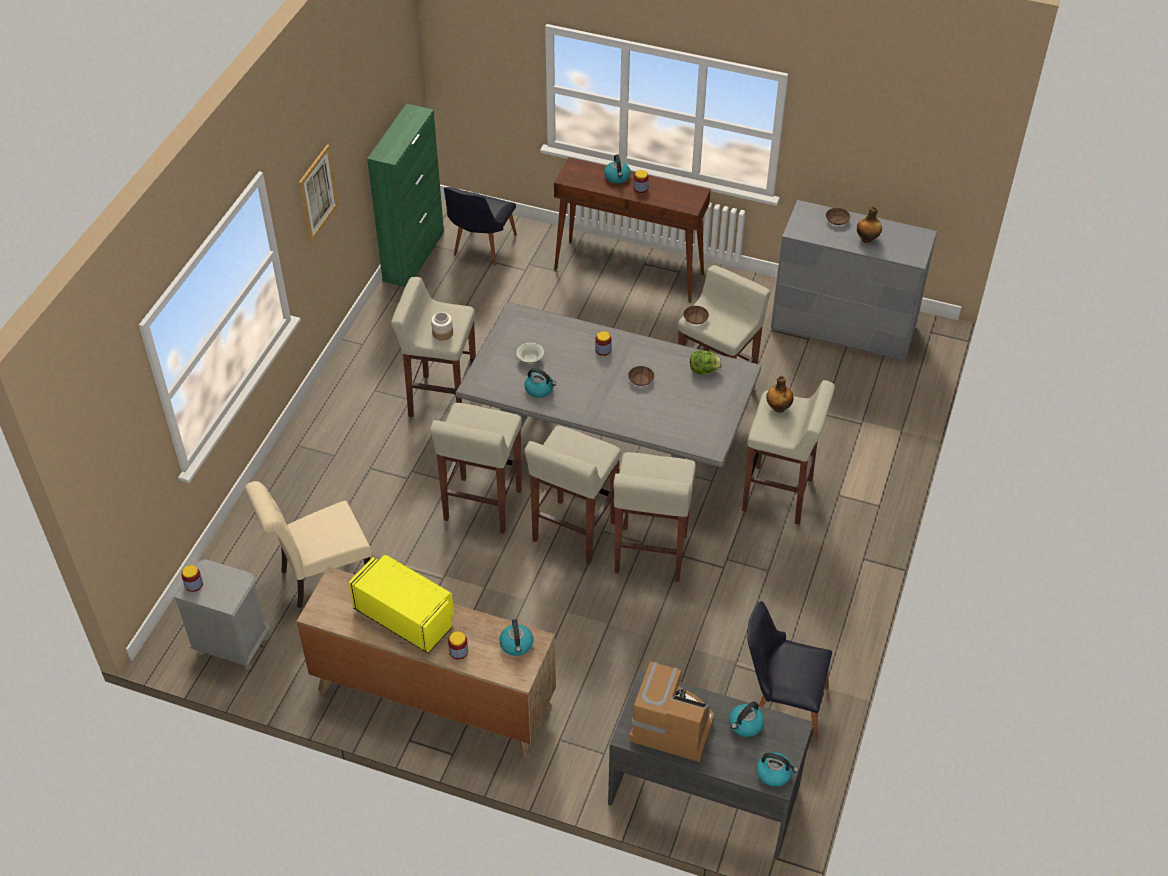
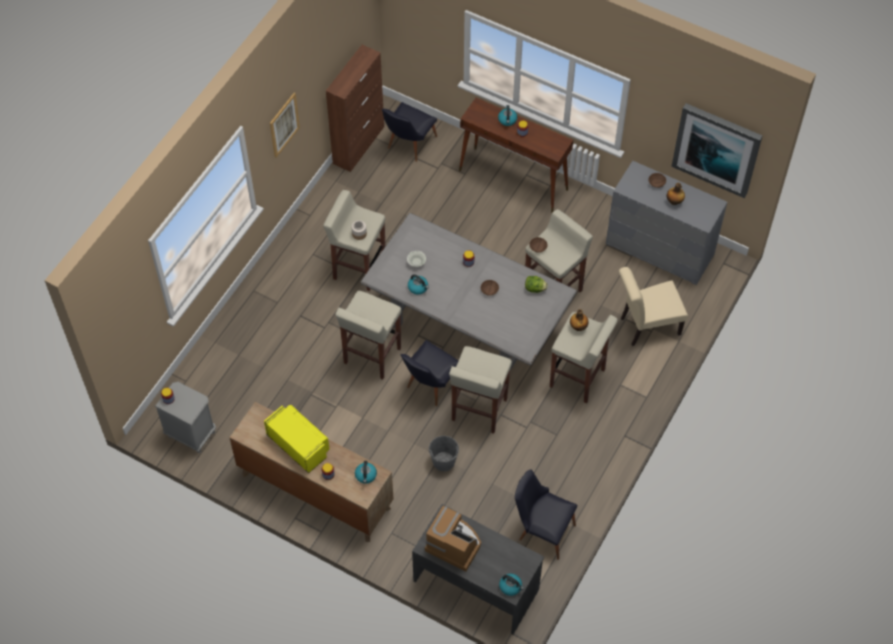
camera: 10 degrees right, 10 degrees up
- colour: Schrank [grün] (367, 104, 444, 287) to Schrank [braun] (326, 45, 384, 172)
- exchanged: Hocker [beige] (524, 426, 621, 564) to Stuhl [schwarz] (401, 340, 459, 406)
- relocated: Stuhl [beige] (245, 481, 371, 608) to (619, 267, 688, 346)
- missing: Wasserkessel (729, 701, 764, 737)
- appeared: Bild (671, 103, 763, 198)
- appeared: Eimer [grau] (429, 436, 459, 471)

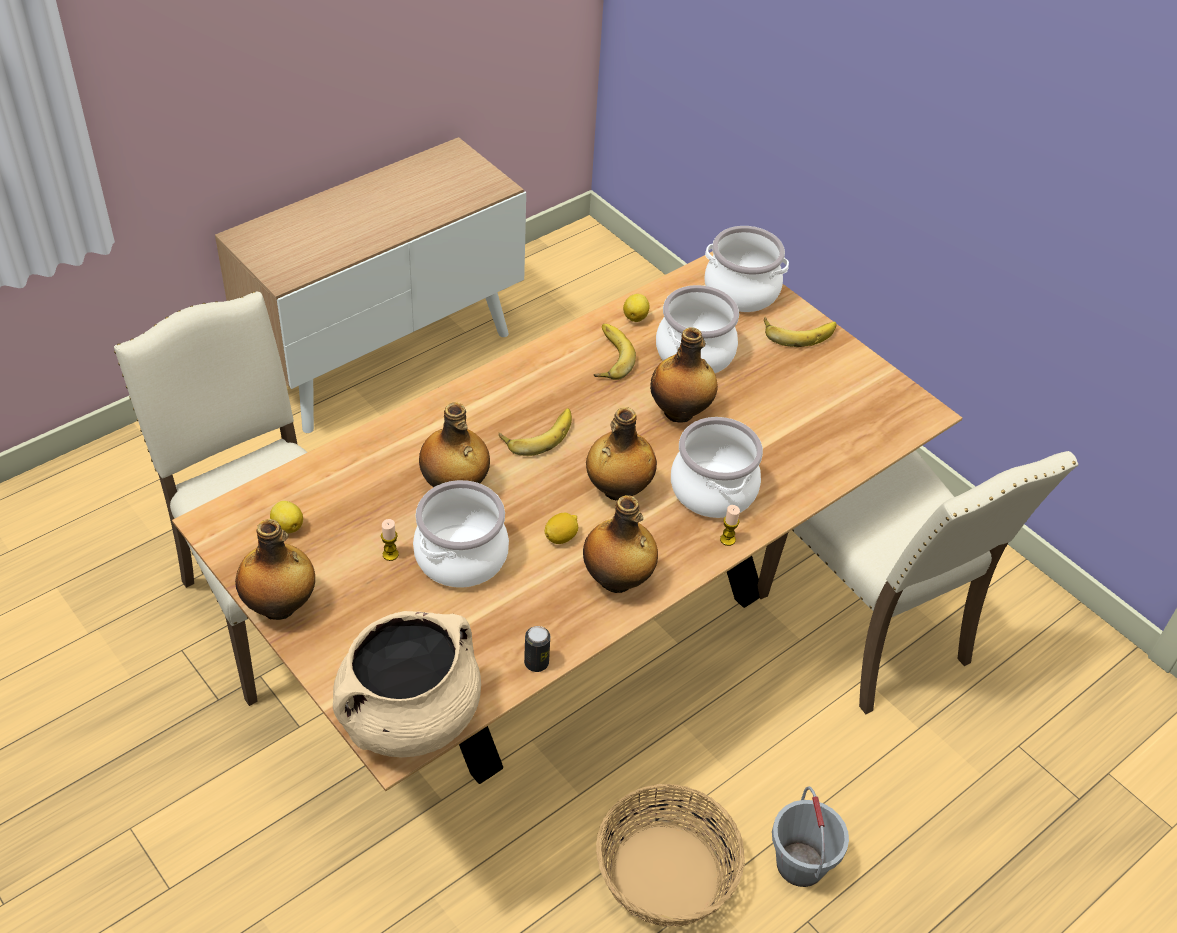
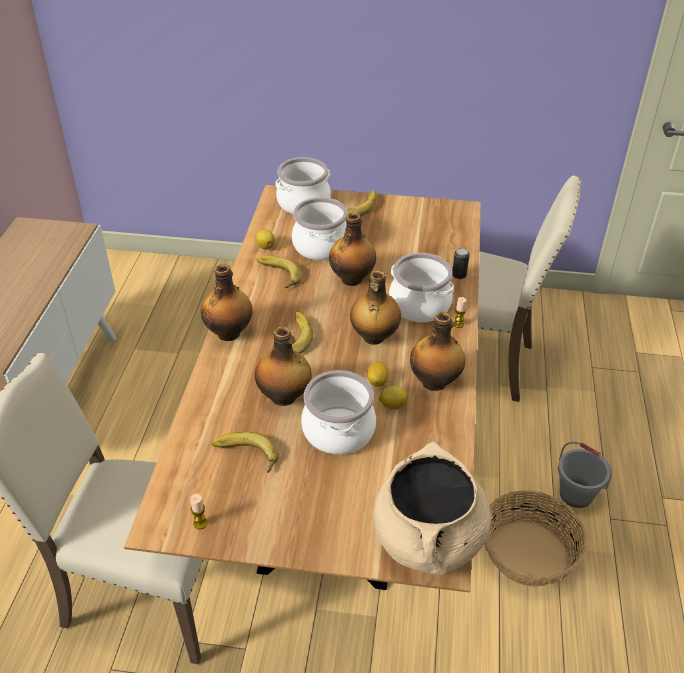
camera: 40 degrees left, 5 degrees down
- relocated: Zitrone (270, 501, 303, 533) to (378, 386, 408, 410)
- relocated: Flasche (235, 519, 315, 620) to (201, 264, 253, 341)
- relocated: Kerze (381, 519, 399, 561) to (190, 494, 207, 529)
- relocated: Dose (524, 626, 550, 672) to (452, 248, 470, 279)
- appeared: Banane (212, 432, 279, 473)

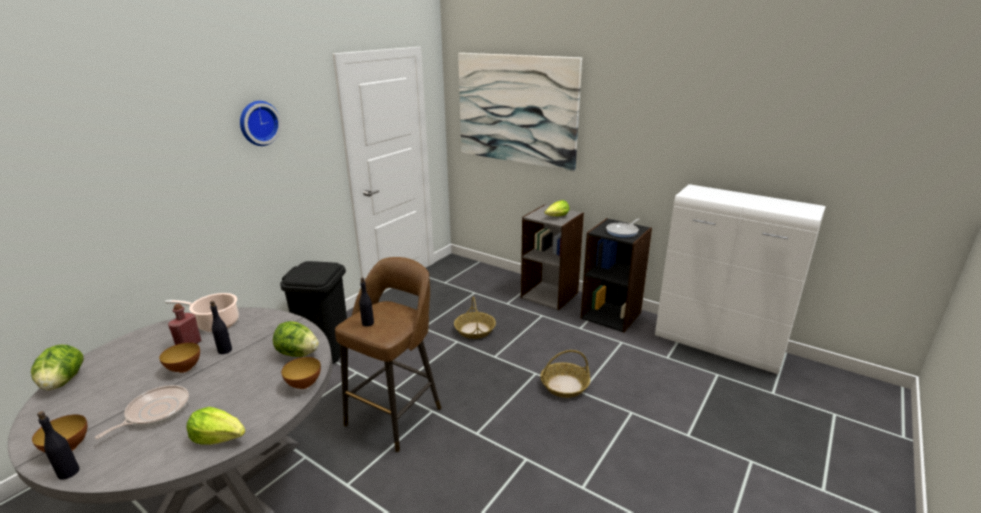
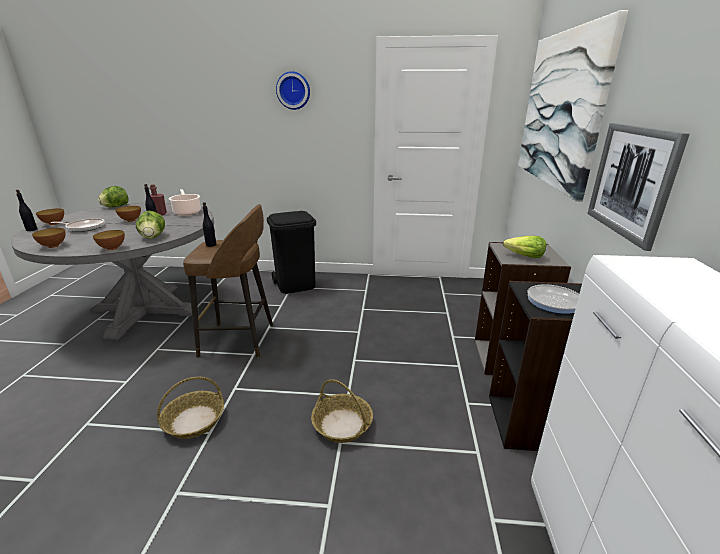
camera: 60 degrees right, 0 degrees up
- relocated: Korb (454, 297, 496, 339) to (157, 377, 224, 439)
- exchanged: Salatkopf (186, 407, 246, 445) to Schüssel (32, 228, 66, 248)
- appeared: Bild (587, 123, 690, 251)

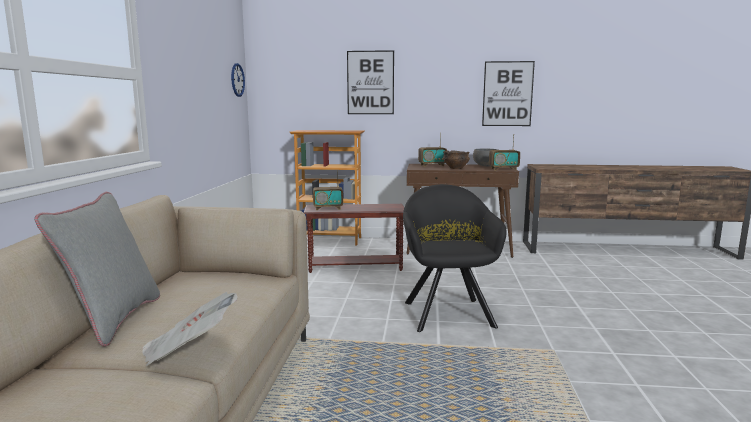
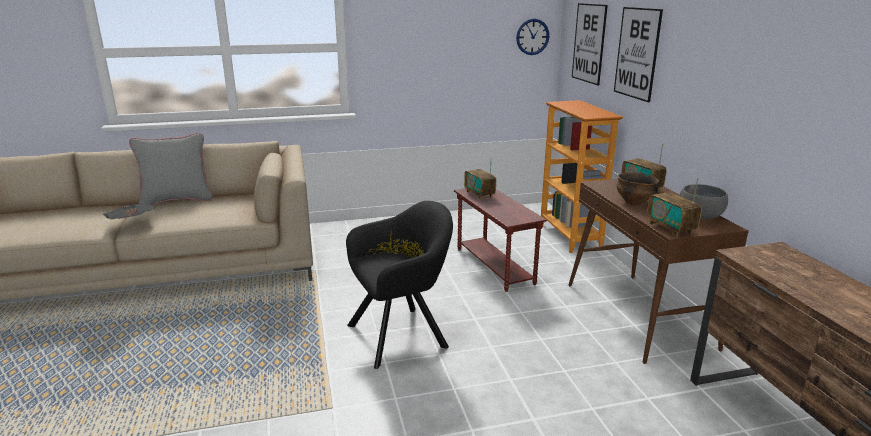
camera: 70 degrees right, 10 degrees up
- relocated: Bild (482, 61, 535, 126) to (572, 3, 608, 85)

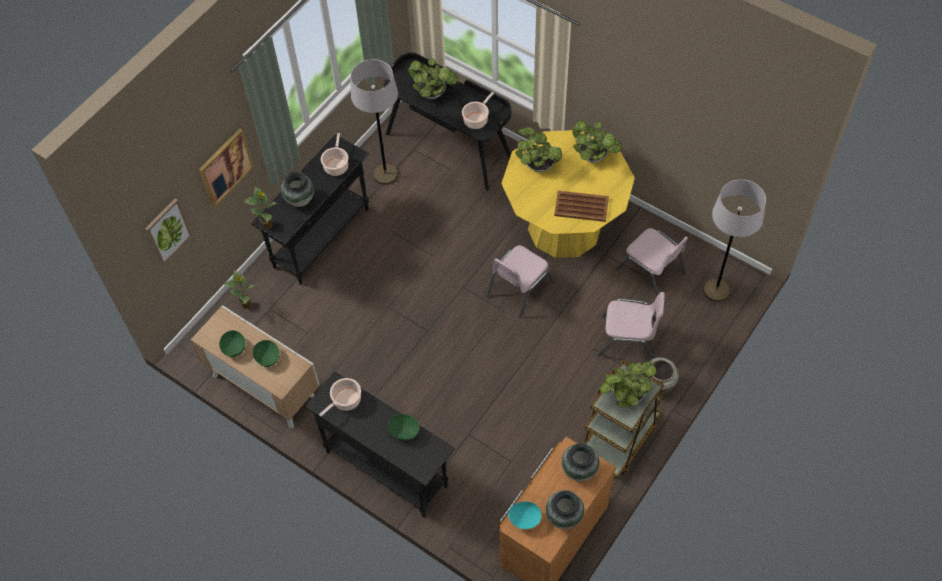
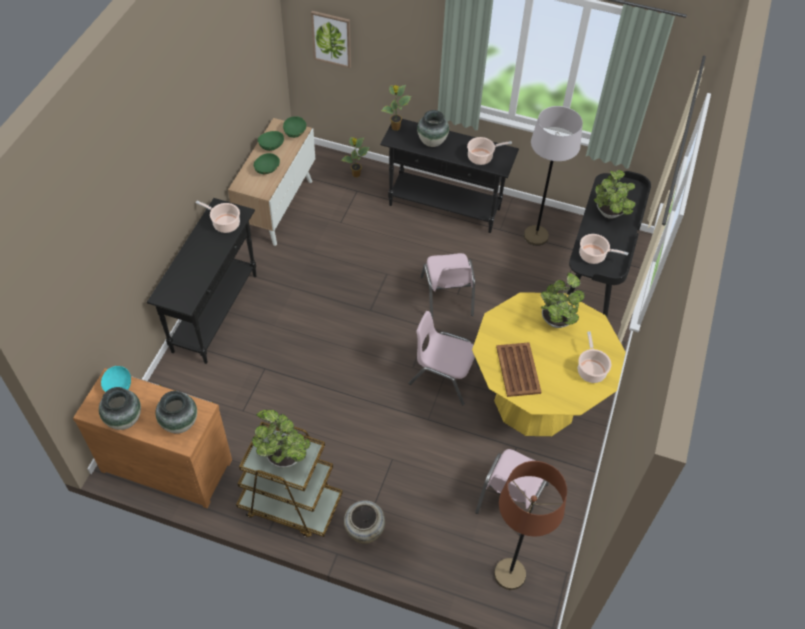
camera: 70 degrees right, 5 degrees down
- exchanged: Topfpflanze (572, 121, 622, 163) to Kochtopf (578, 332, 611, 383)
- missing: Bild (199, 128, 254, 207)
- colour: Stehlampe [grau] (703, 179, 766, 302) to Stehlampe [braun] (494, 461, 567, 590)
- relocated: Stuhl [rosa] (598, 292, 664, 359) to (421, 253, 475, 319)
- relocated: Schüssel [grün] (388, 414, 419, 440) to (283, 116, 307, 138)

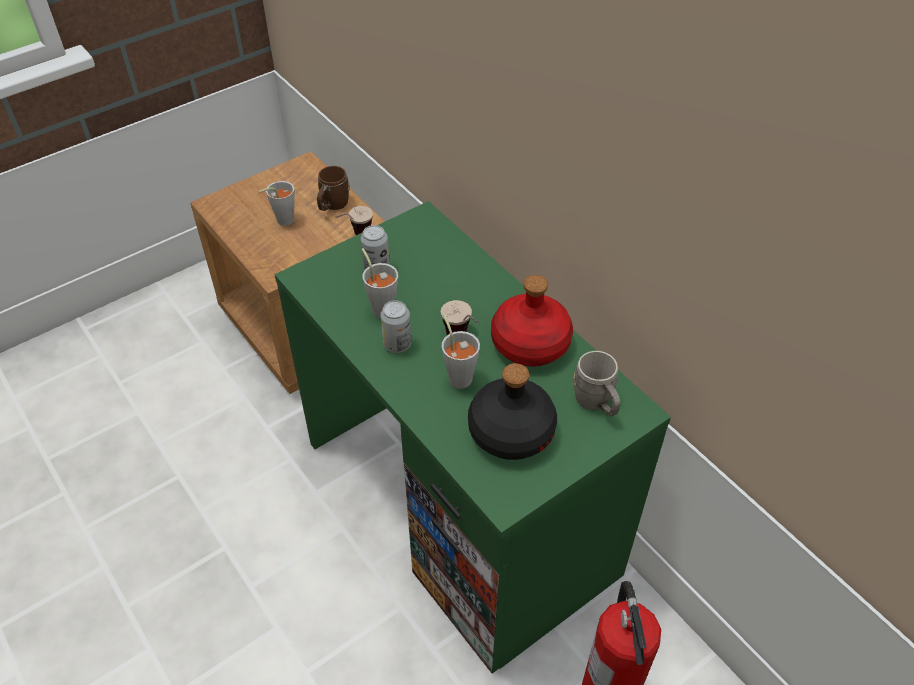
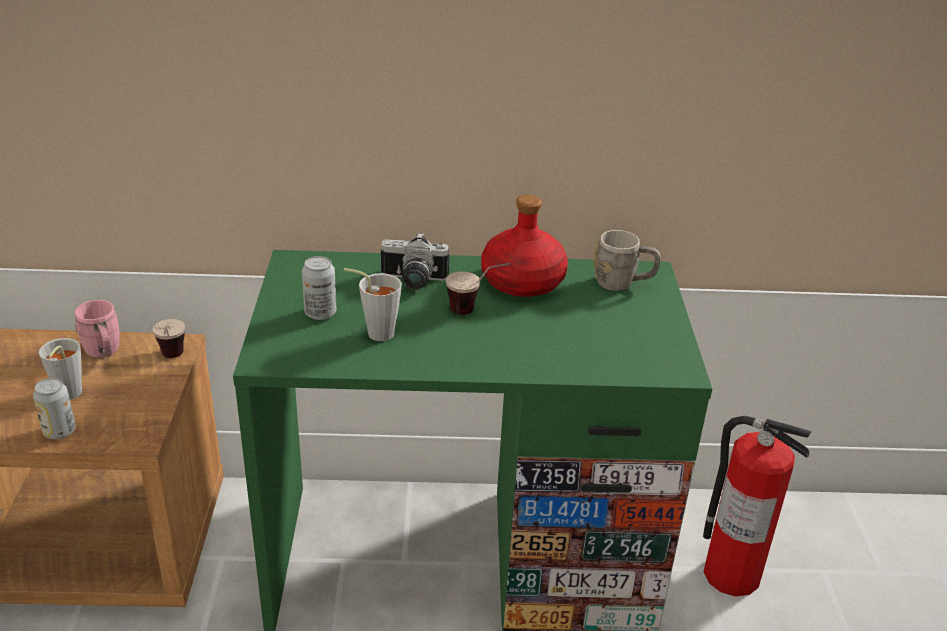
camera: 55 degrees left, 15 degrees down
- colour: Henkelbecher [braun] (317, 166, 350, 211) to Henkelbecher [rosa] (75, 300, 120, 358)
- relocated: Dose (381, 300, 411, 353) to (33, 378, 76, 439)
- missing: Tasse [grau] (442, 314, 480, 389)
- missing: Flasche [schwarz] (468, 363, 557, 460)
- appeared: Kamera (381, 232, 449, 290)

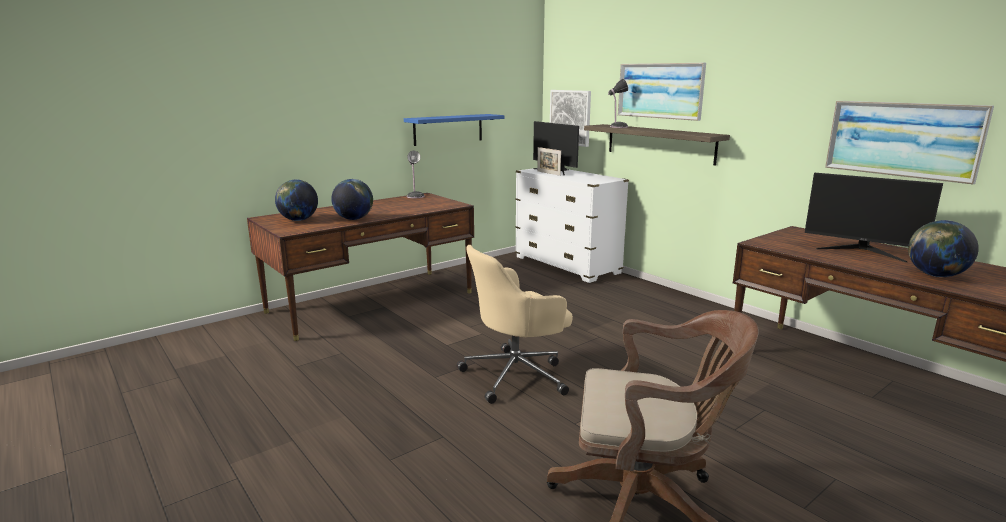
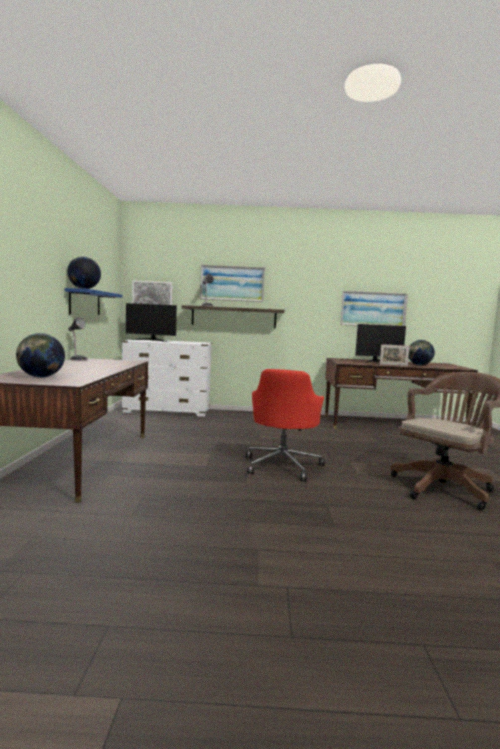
camera: 50 degrees left, 10 degrees down
- relocated: Bilderrahmen (537, 147, 561, 176) to (380, 344, 410, 366)
- relocated: Globus (331, 179, 373, 220) to (67, 257, 101, 289)
- colour: Bürostuhl [beige] (457, 245, 573, 404) to Bürostuhl [rot] (246, 369, 325, 481)

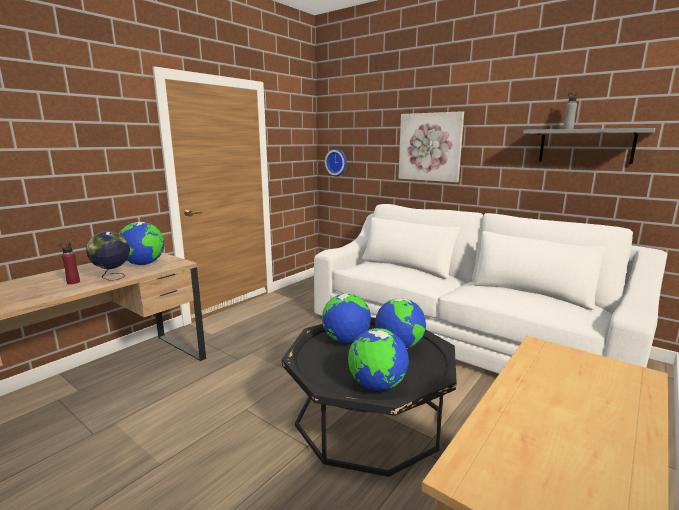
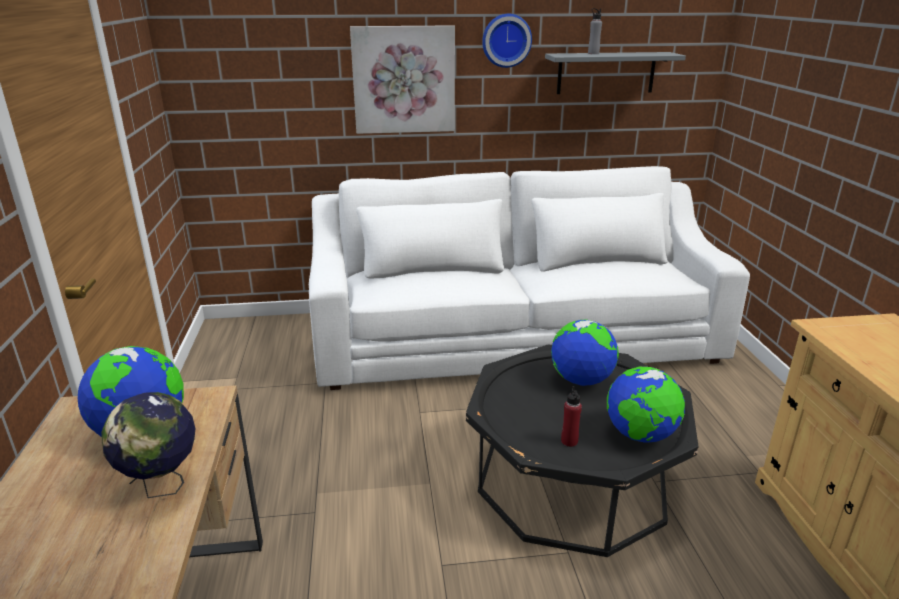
camera: 45 degrees left, 10 degrees up
- relocated: Wanduhr (325, 149, 347, 176) to (482, 14, 532, 68)
- relocated: Flasche [rot] (59, 242, 80, 284) to (561, 386, 582, 447)
- missing: Globus (322, 293, 371, 343)

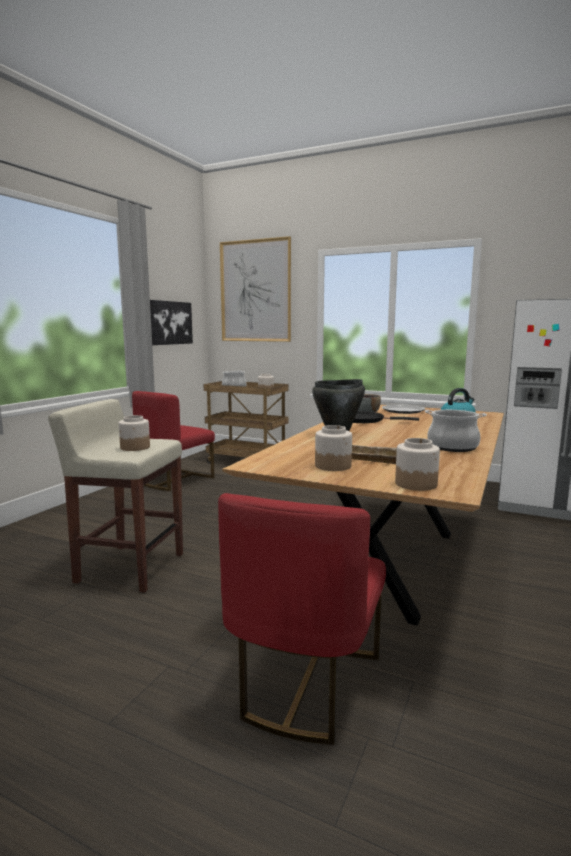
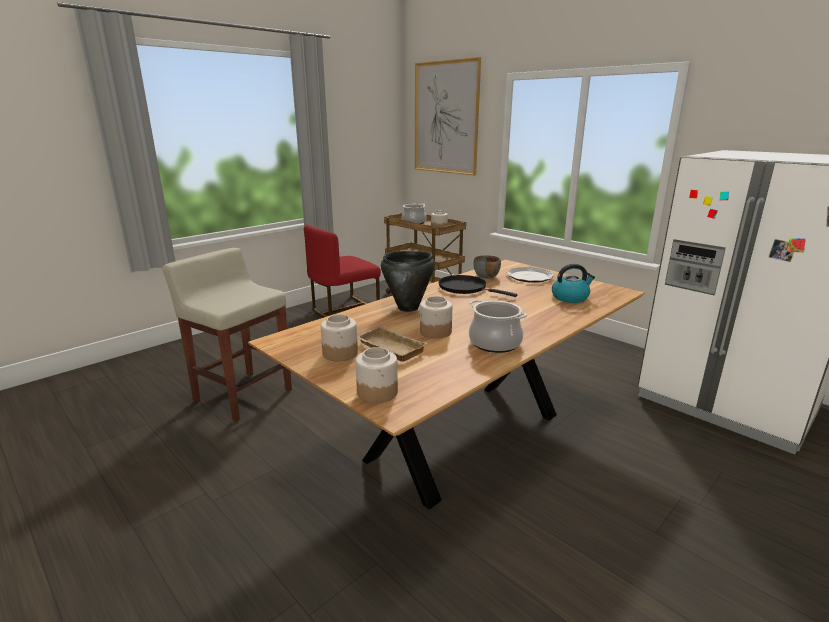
camera: 20 degrees right, 10 degrees up
- missing: Bild (150, 300, 193, 345)
- relocated: Vorratsglas (119, 415, 150, 451) to (420, 296, 452, 338)
- missing: Stuhl [rot] (218, 493, 386, 745)

